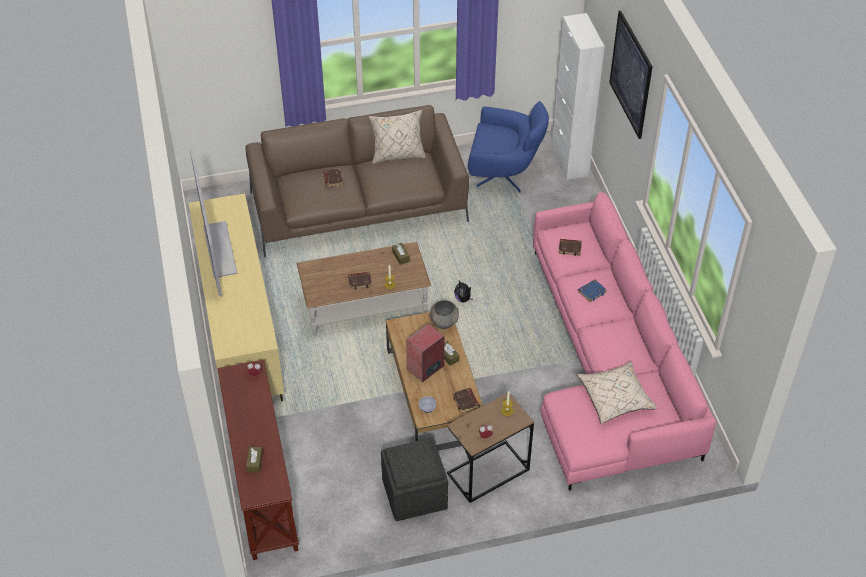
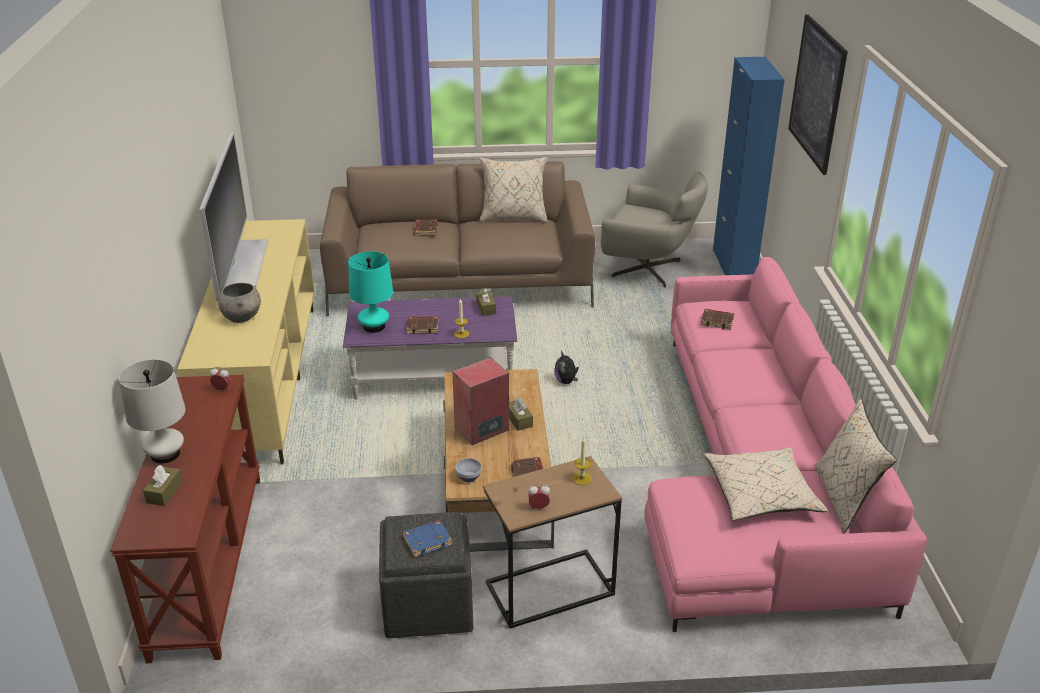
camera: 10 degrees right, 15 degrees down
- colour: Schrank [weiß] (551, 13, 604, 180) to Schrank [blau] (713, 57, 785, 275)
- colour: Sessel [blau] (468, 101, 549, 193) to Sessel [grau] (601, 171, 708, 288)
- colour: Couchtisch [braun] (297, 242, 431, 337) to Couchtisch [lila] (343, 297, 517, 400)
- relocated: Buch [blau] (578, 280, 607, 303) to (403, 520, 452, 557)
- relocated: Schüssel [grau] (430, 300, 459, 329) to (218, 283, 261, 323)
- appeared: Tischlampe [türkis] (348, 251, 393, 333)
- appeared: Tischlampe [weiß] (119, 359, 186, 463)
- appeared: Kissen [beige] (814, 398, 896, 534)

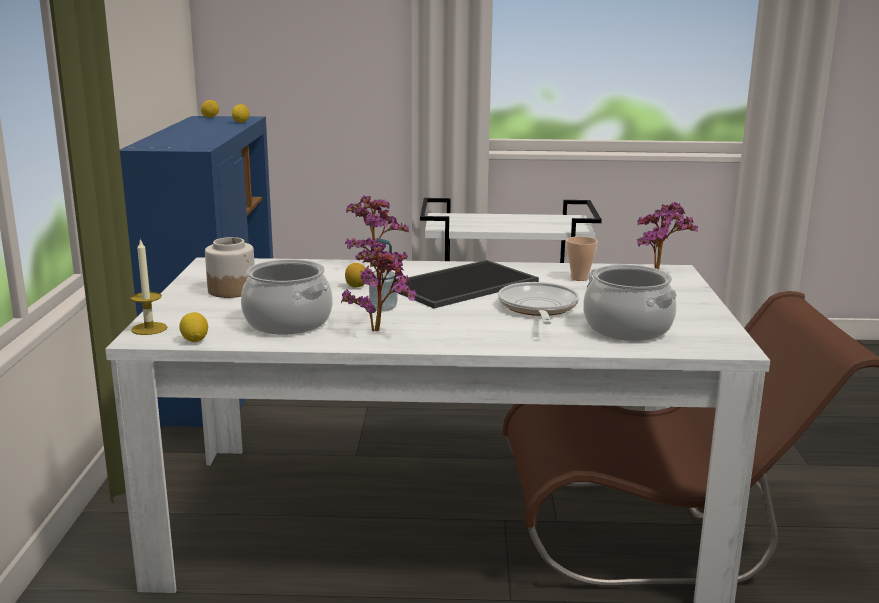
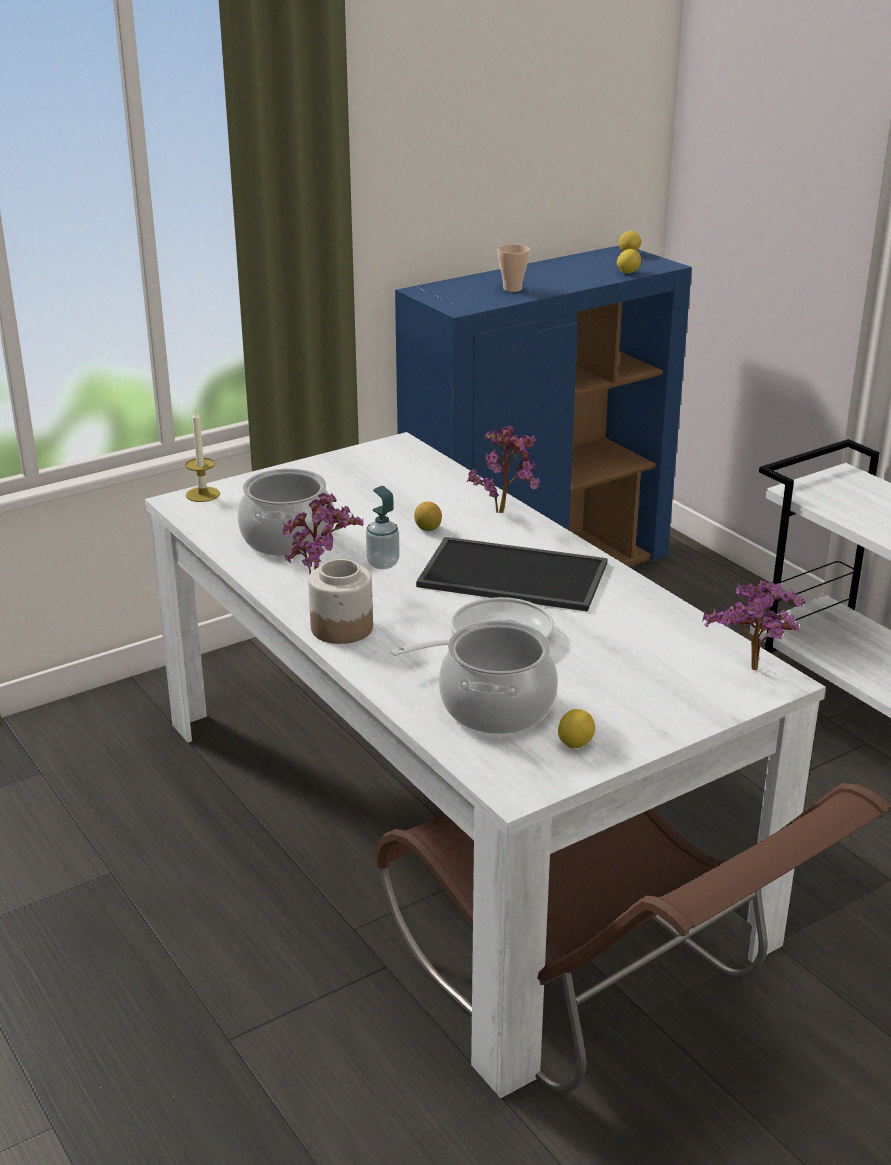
camera: 55 degrees right, 10 degrees up
- relocated: Tasse (566, 236, 598, 281) to (497, 244, 530, 292)
- relocated: Vorratsglas (205, 237, 255, 298) to (308, 559, 373, 644)
- relocated: Zitrone (179, 312, 208, 342) to (558, 709, 595, 748)

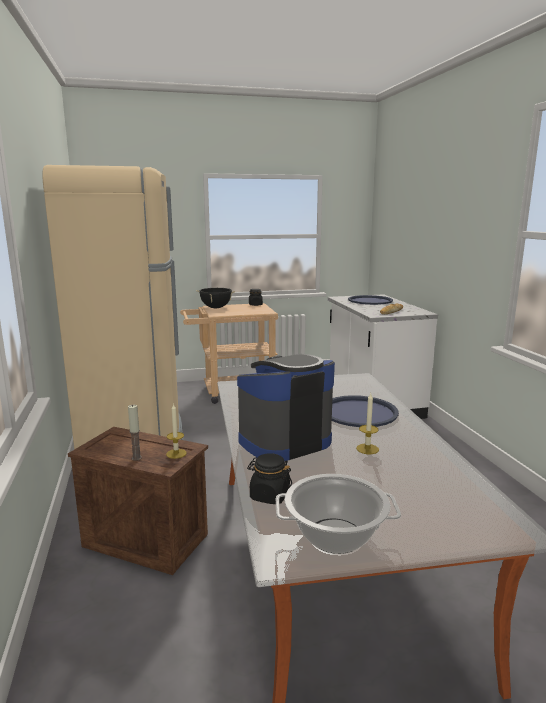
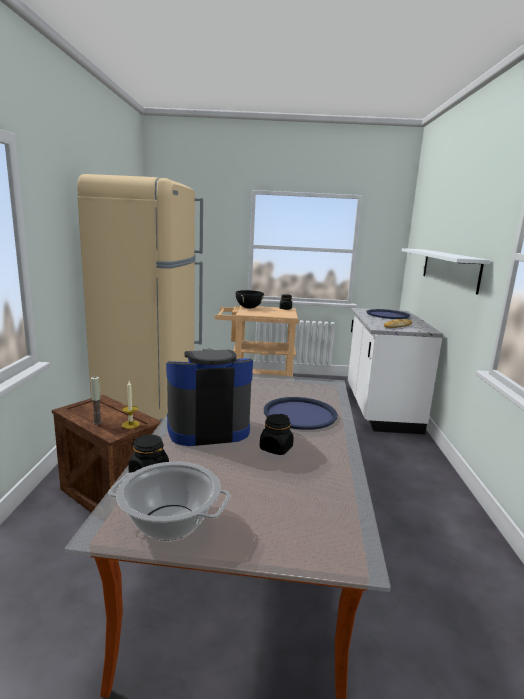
camera: 15 degrees right, 0 degrees up
- exchanged: Kerze (356, 393, 379, 454) to Vorratsglas [schwarz] (260, 414, 294, 455)
- appeared: Wandregal [weiß] (402, 248, 491, 295)

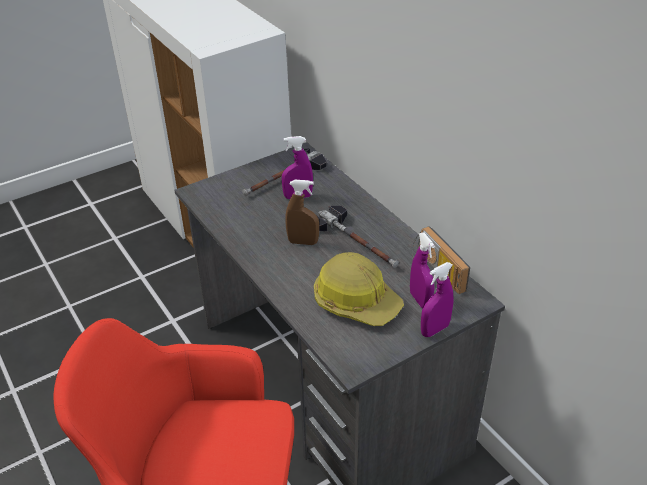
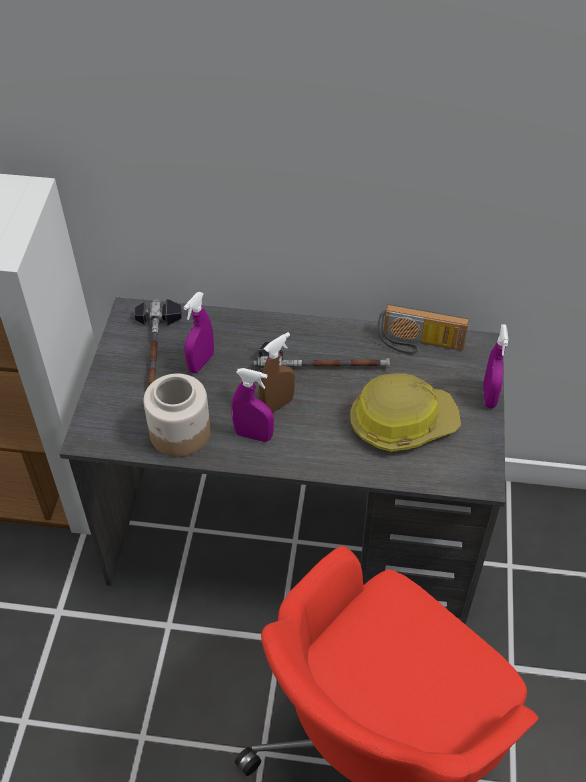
camera: 50 degrees left, 10 degrees up
- relocated: Sprühflasche [lila] (410, 232, 435, 309) to (231, 368, 274, 442)
- appeared: Vorratsglas (143, 373, 210, 457)

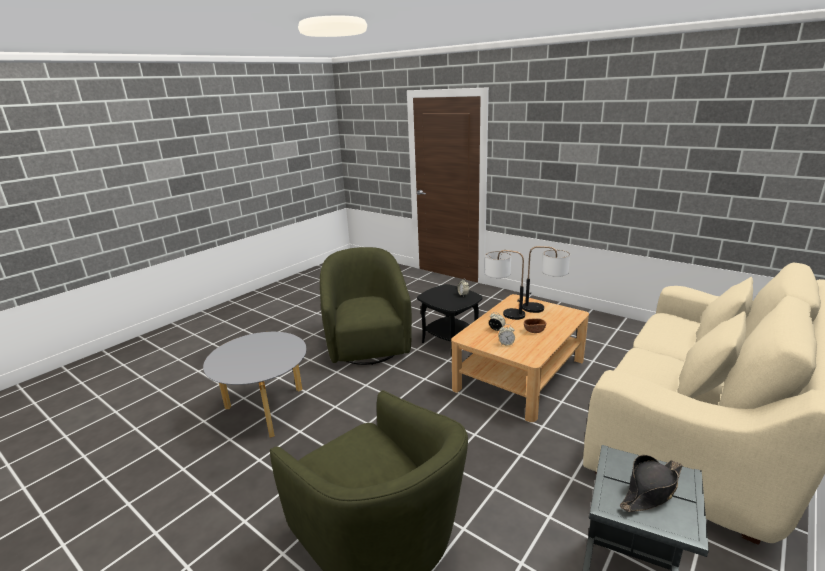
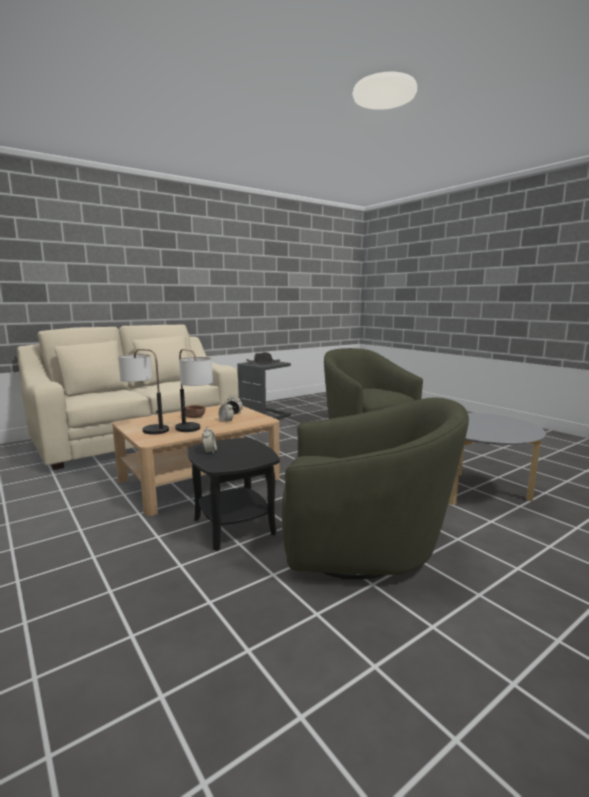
camera: 165 degrees left, 10 degrees down
- spun: Sessel [grün] (320, 247, 412, 365) = (282, 398, 469, 580) 90 degrees counterclockwise

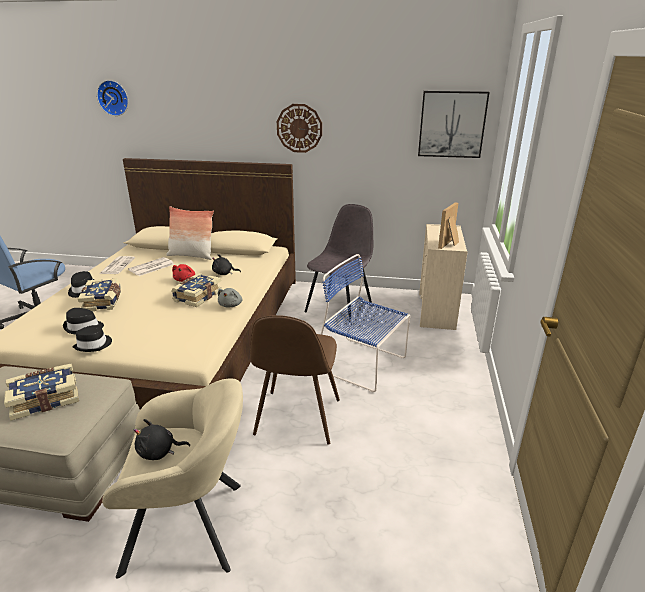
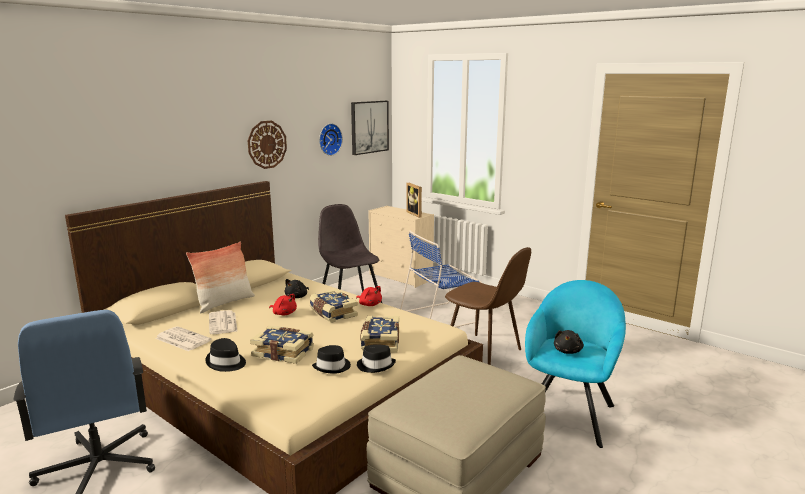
camera: 60 degrees left, 10 degrees down
- relocated: Wanduhr (97, 80, 128, 116) to (319, 123, 343, 156)
- colour: Plüschtier [grau] (218, 288, 242, 308) to Plüschtier [rot] (356, 286, 382, 306)
- relocated: Buch (4, 363, 79, 421) to (360, 316, 399, 353)
- colour: Sessel [beige] (102, 378, 243, 578) to Sessel [türkis] (525, 280, 626, 448)

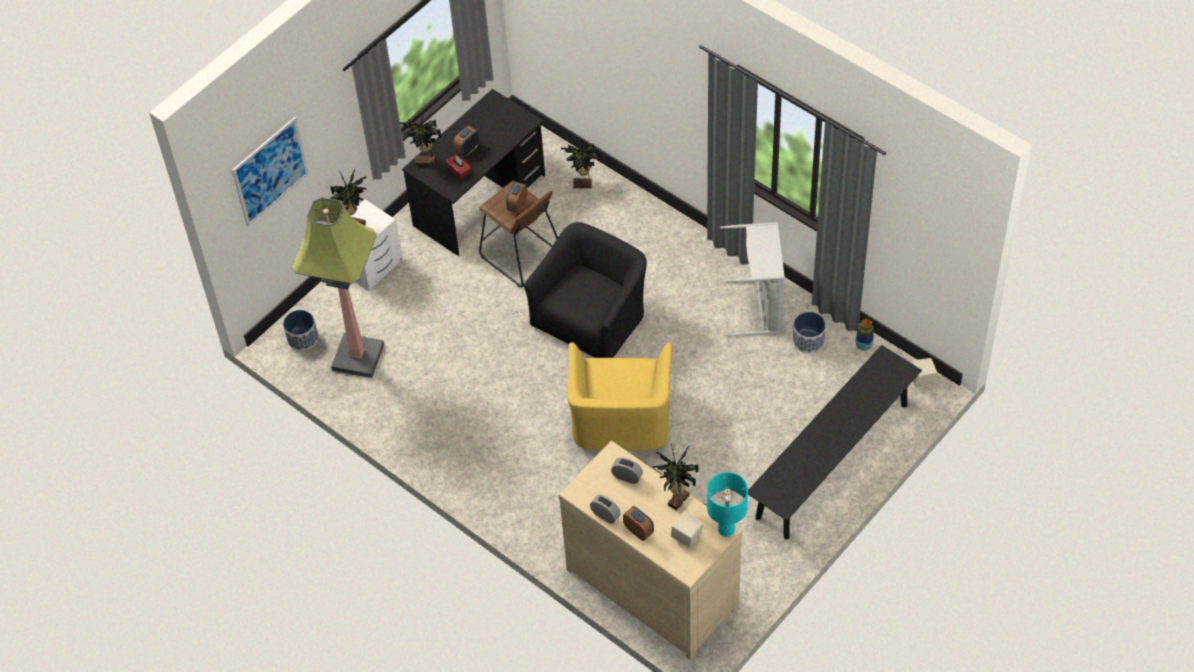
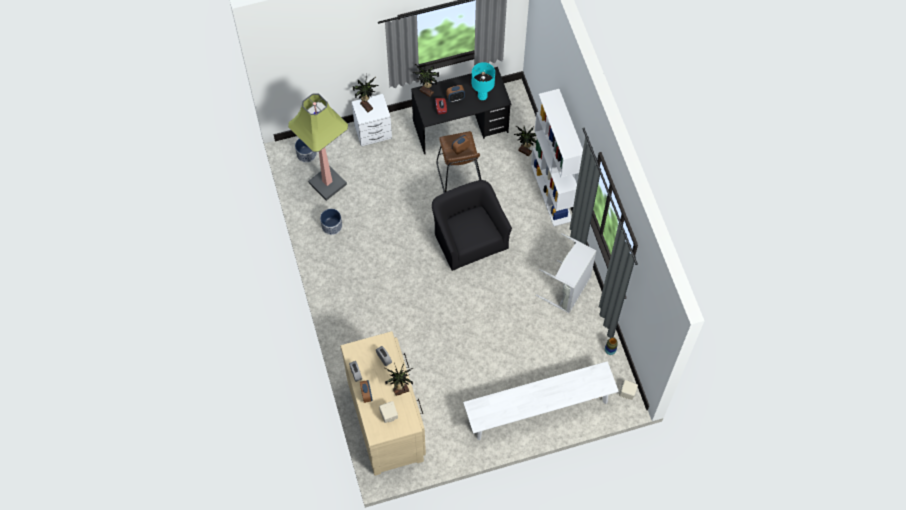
camera: 30 degrees right, 10 degrees up
- missing: Bild (232, 117, 309, 226)
- spun: Sessel [schwarz] (524, 222, 647, 358) = (432, 180, 512, 271) 90 degrees counterclockwise
- relocated: Pflanzkübel (793, 312, 826, 353) to (320, 209, 342, 235)
- missing: Sessel [gelb] (567, 342, 672, 451)
- colour: Bank [schwarz] (748, 345, 922, 540) to Bank [weiß] (463, 361, 619, 440)
- relocated: Tischlampe [türkis] (707, 472, 748, 537) to (472, 62, 495, 100)
- appeared: Bücherregal [weiß] (531, 89, 583, 226)

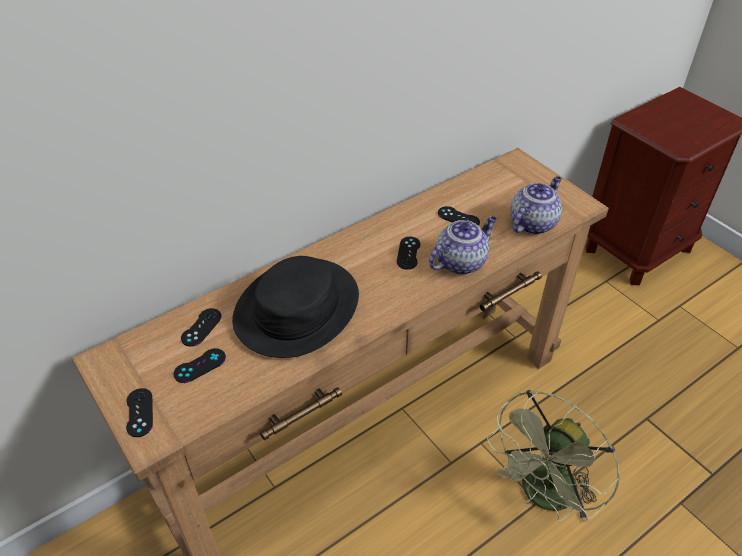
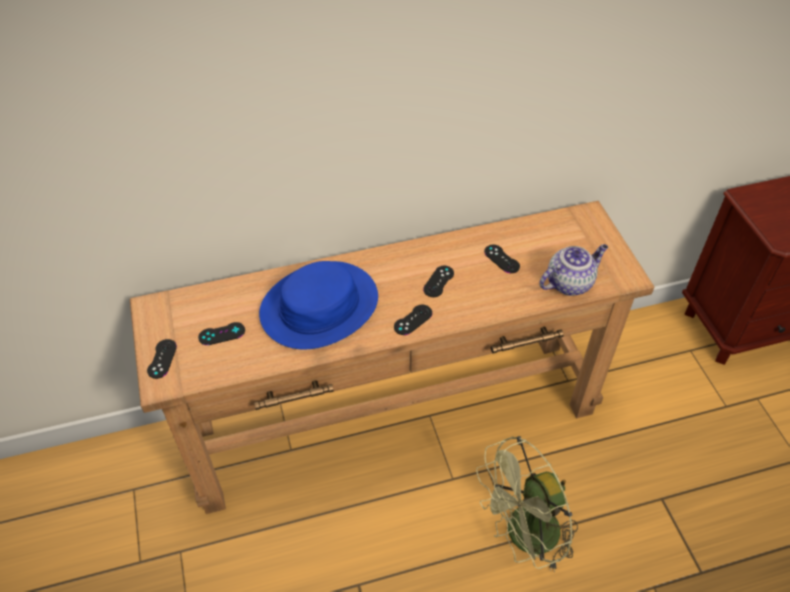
camera: 20 degrees right, 5 degrees up
- missing: Teekanne (429, 216, 497, 275)
- colour: Hut [schwarz] (232, 256, 359, 358) to Hut [blau] (259, 261, 378, 350)
- relocated: Gamepad [schwarz] (181, 308, 222, 347) to (394, 305, 432, 335)

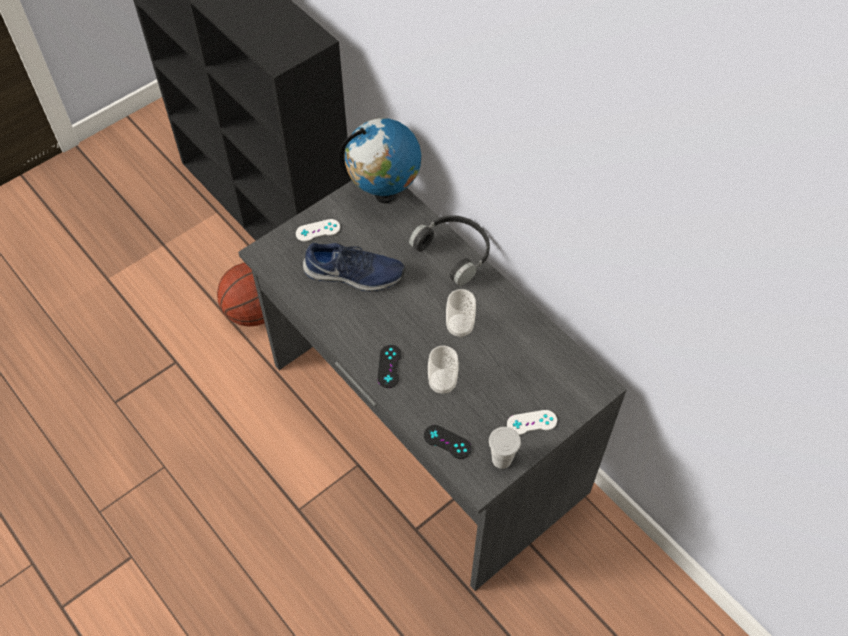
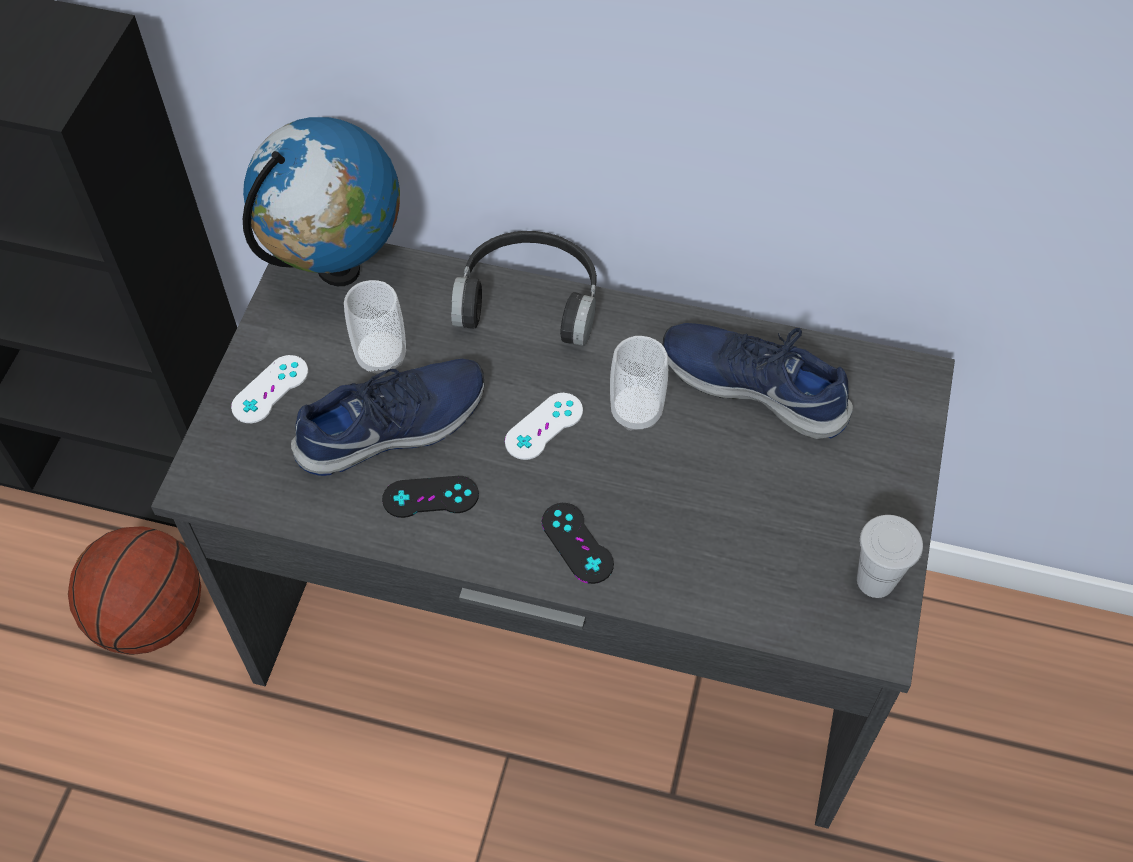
camera: 35 degrees left, 0 degrees up
- relocated: Tasse (428, 345, 459, 394) to (344, 280, 406, 374)
- relocated: Gamepad [weiß] (507, 410, 557, 435) to (505, 393, 583, 460)
- relocated: Gamepad [schwarz] (424, 425, 472, 459) to (382, 476, 479, 518)
- appeared: Schuh [blau] (662, 323, 853, 439)

